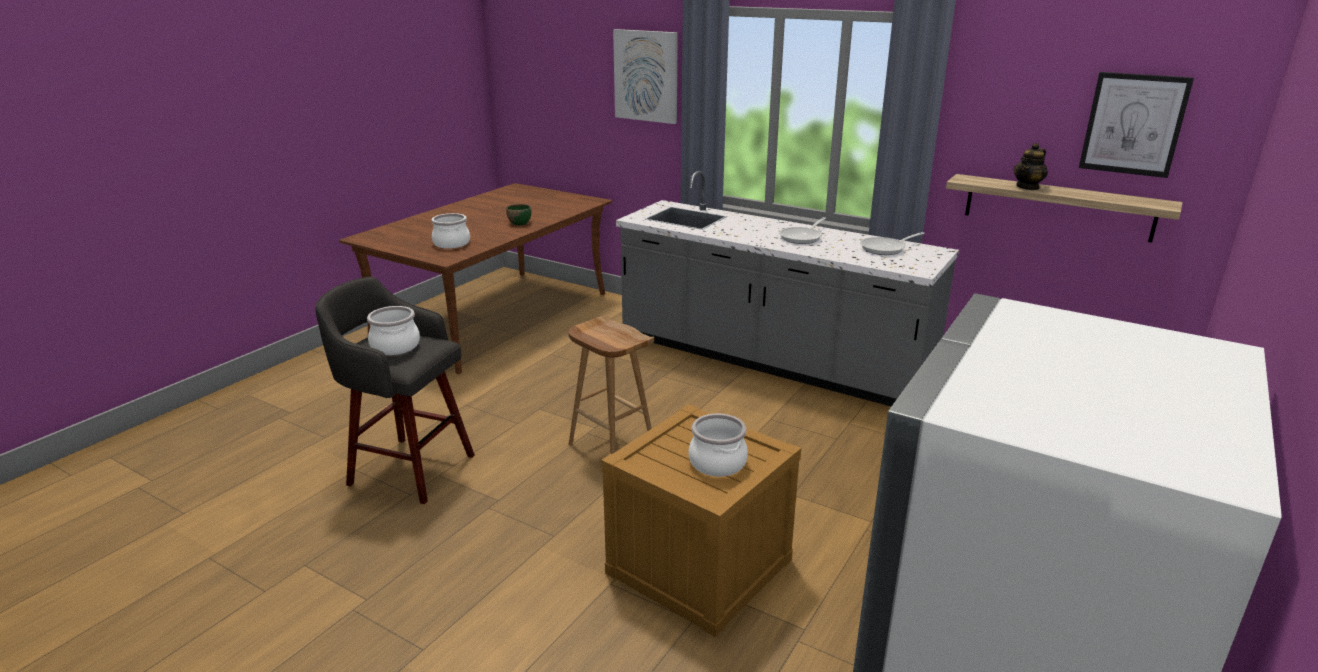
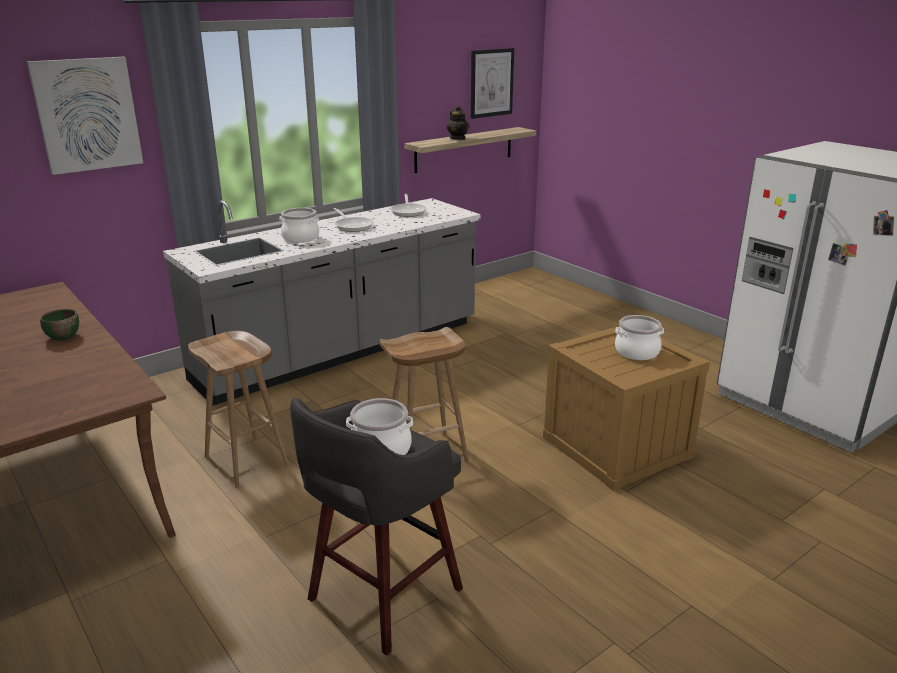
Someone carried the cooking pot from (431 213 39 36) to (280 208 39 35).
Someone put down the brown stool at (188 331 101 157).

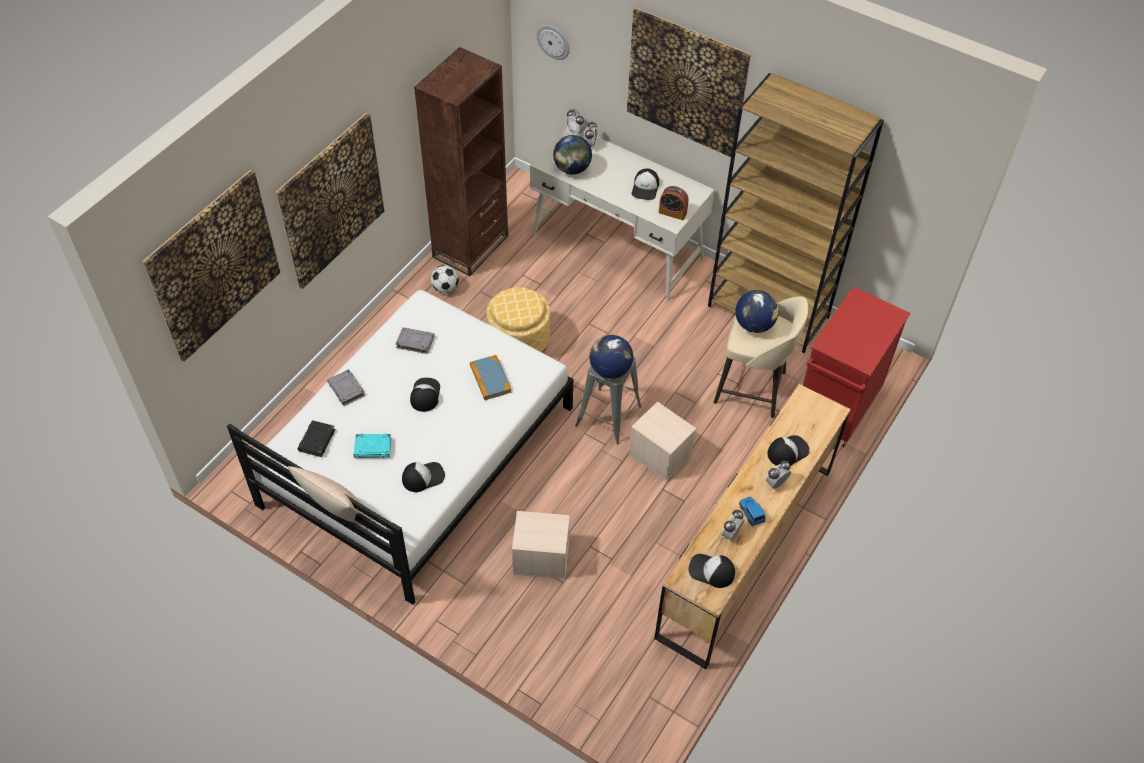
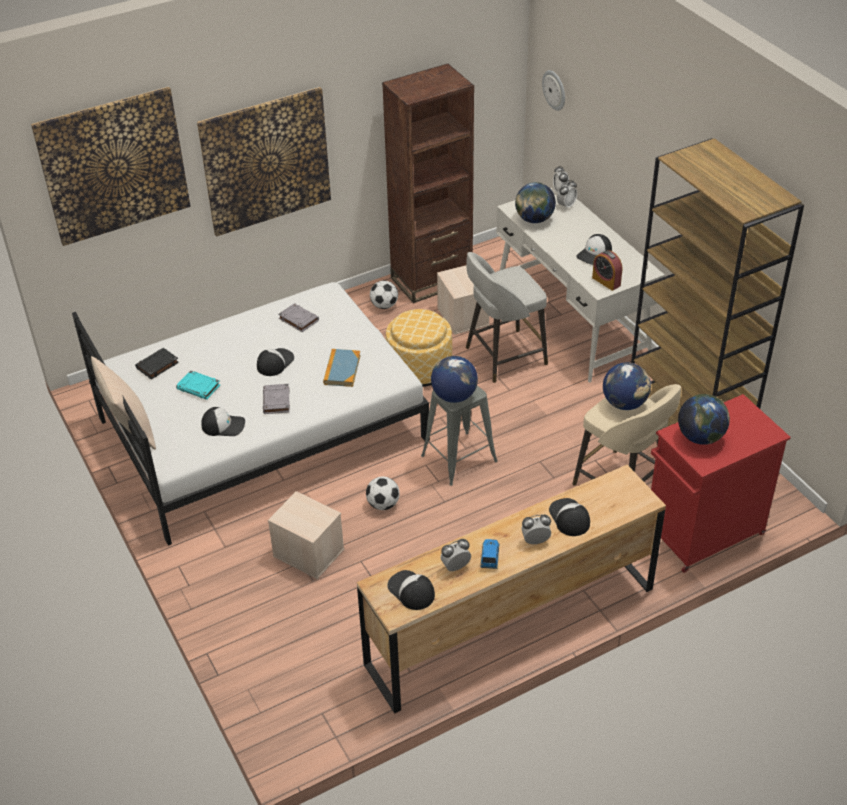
Someone carried the grey book from (327 369 38 37) to (263 384 27 30).
Someone took away the picture at (627 8 124 149).
Someone carried the beige storage box from (629 402 68 79) to (437 265 53 70).
Someone rotated the cap at (767 435 43 31) by 105 degrees counterclockwise.
Someone put down the football at (366 476 34 34).
Someone put down the grey stool at (466 252 82 131).
Someone put down the globe at (678 394 52 51).

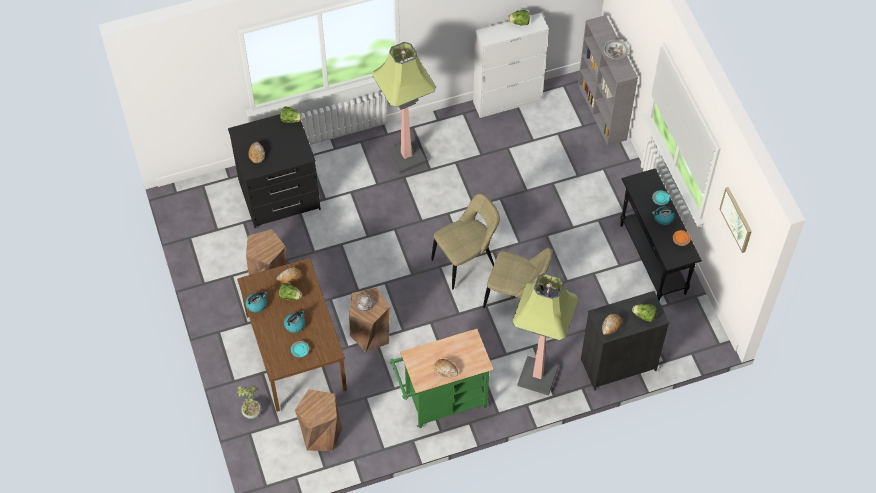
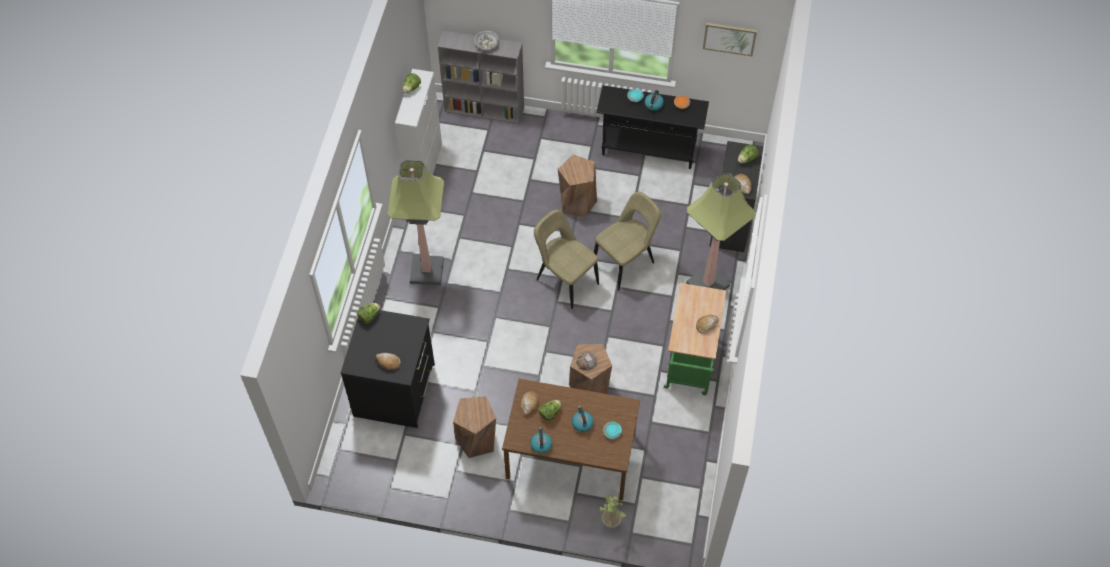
Someone carried the brown stool from (295 389 47 62) to (558 154 39 64).
Someone rotated the beige chair at (431 193 69 96) by 45 degrees counterclockwise.

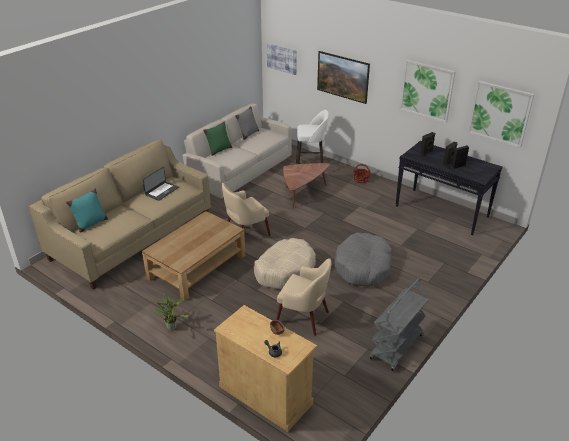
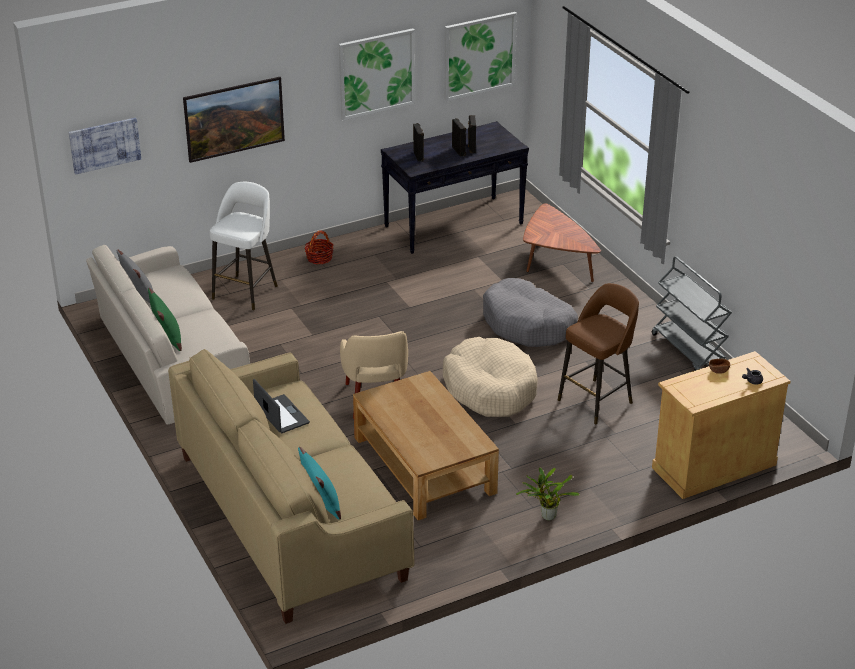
Someone swapped the beige armchair at (276 258 55 78) for the brown stool at (558 283 81 142).
Someone carried the brown coffee table from (283 163 47 46) to (523 203 78 79).

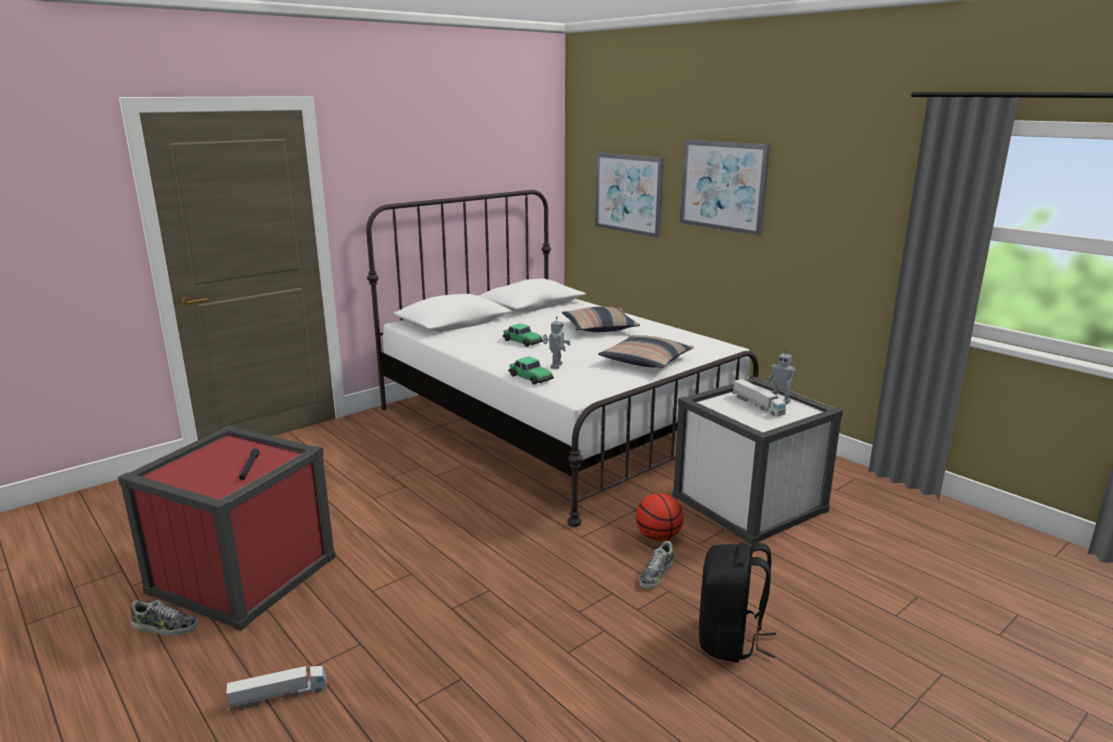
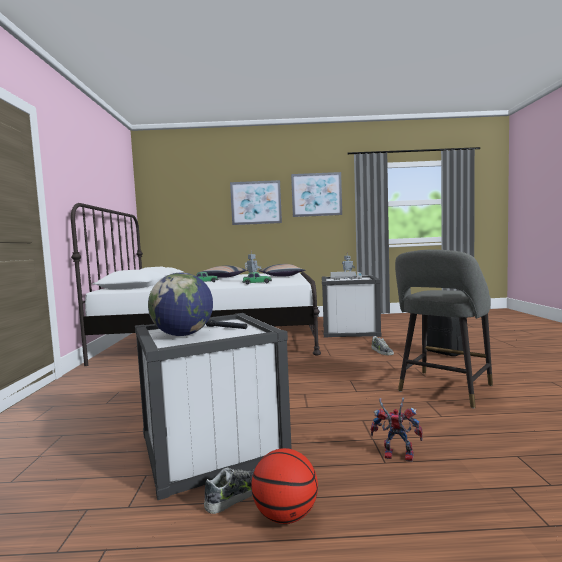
Someone repainted the red storage box at (118 425 218 206), which became the white storage box at (135 313 157 187).
Someone swapped the toy truck at (226 666 101 44) for the toy robot at (371 398 52 64).
Someone carried the picture from (595 152 69 86) to (291 172 51 45).
Someone carried the basketball from (636 493 47 48) to (251 448 67 76).
Someone put down the globe at (148 272 65 64).
Someone put down the grey stool at (395 249 98 159).

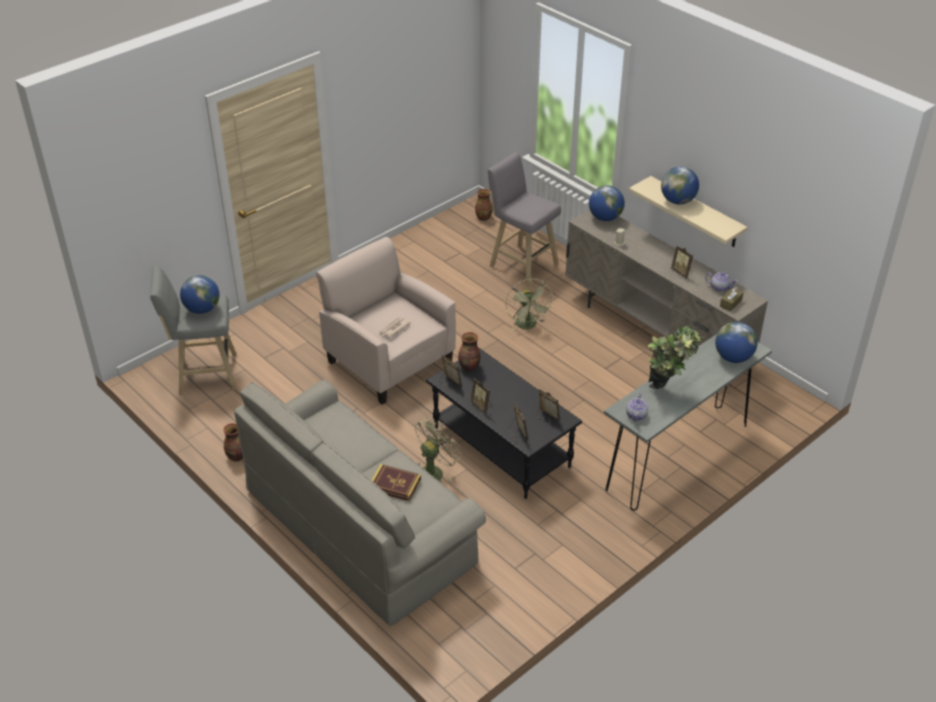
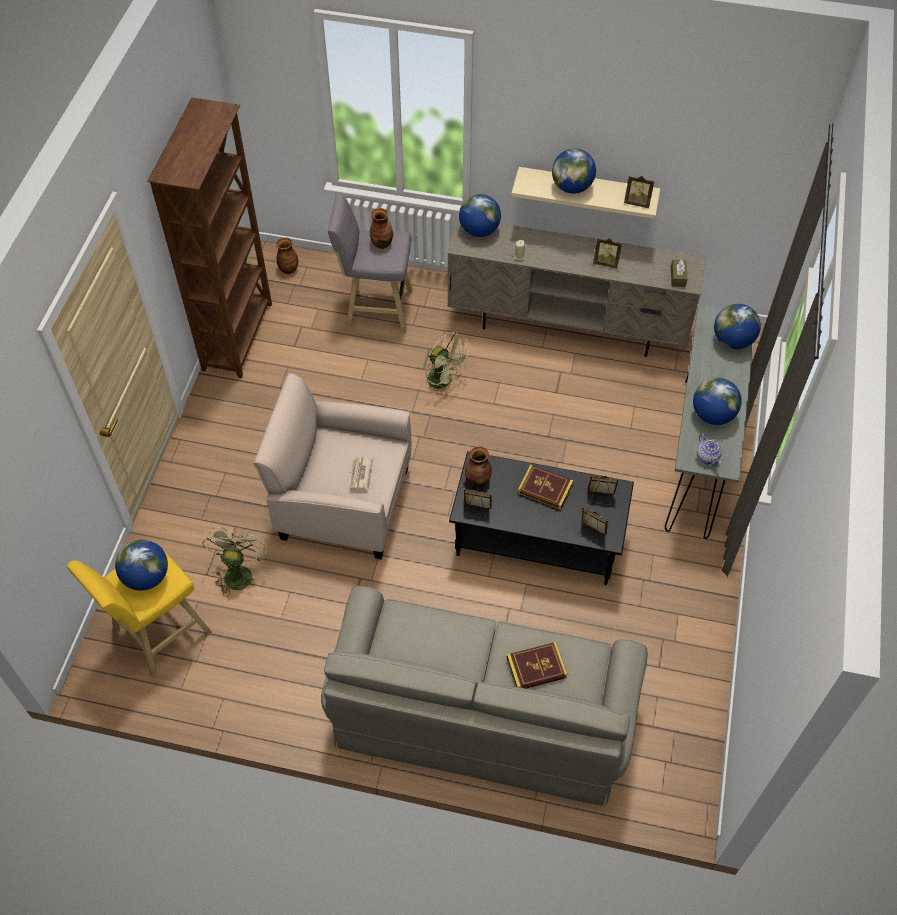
Someone repainted the grey stool at (150 266 87 129), which became the yellow stool at (67 541 145 137).
Someone carried the vase from (223 423 20 38) to (370 208 23 41).
Someone carried the green fan from (415 417 47 65) to (202 527 65 70).
Someone carried the picture frame from (470 378 22 36) to (624 176 30 32).
Someone swapped the potted plant at (648 325 57 64) for the globe at (693 378 49 47).
Someone took away the teapot at (705 272 32 20).
Someone put down the brown bookcase at (147 97 125 281).
Someone put down the book at (518 464 56 46).

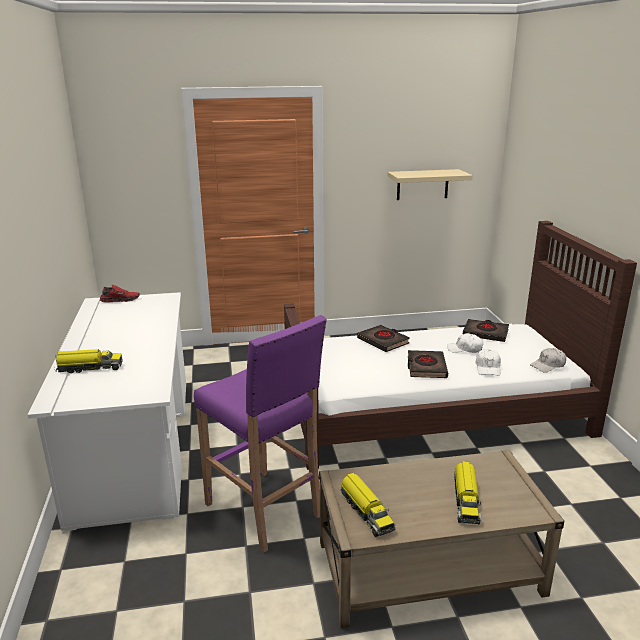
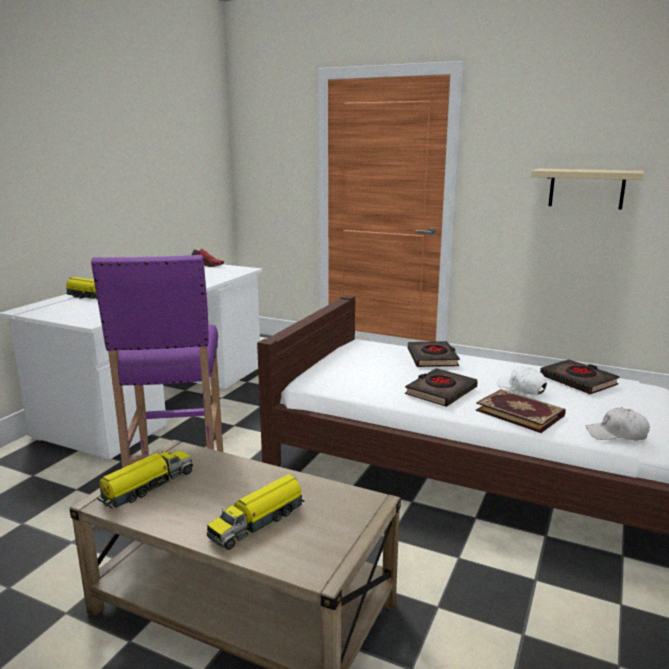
Someone rotated the toy truck at (340 473 56 64) by 150 degrees counterclockwise.
Someone swapped the white cap at (475 349 26 27) for the book at (476 389 90 44).

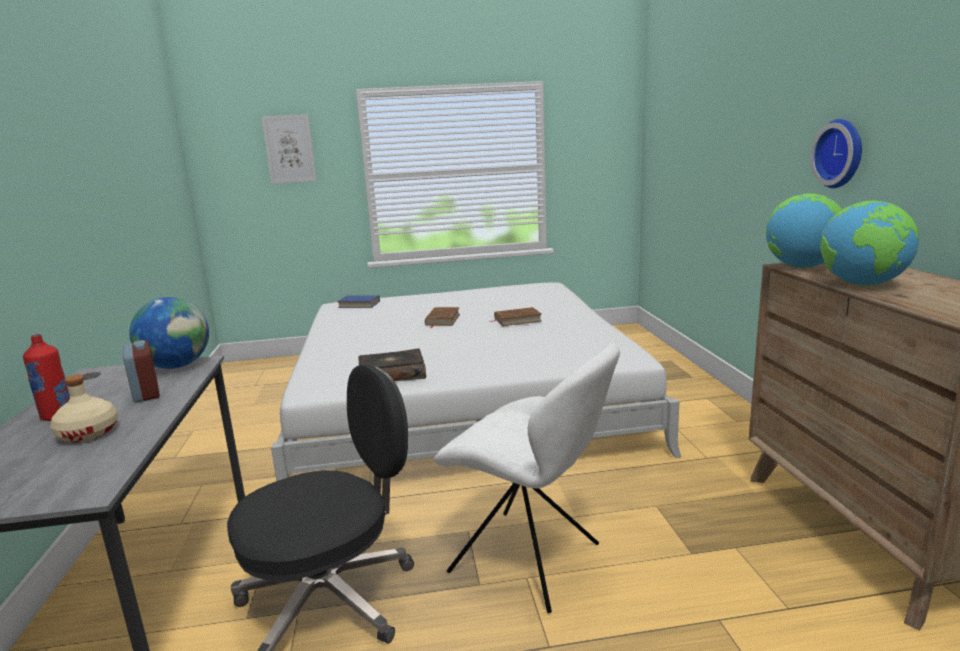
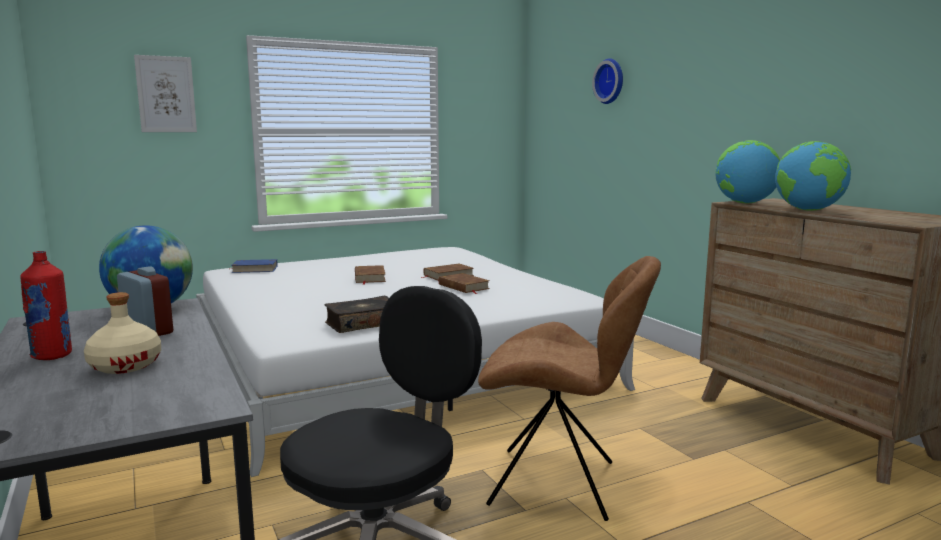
Someone repainted the white chair at (434 344 186 269), which became the brown chair at (478 256 183 265).
Someone carried the wall clock from (810 119 52 69) to (592 58 31 46).
Someone put down the brown book at (439 273 51 21).

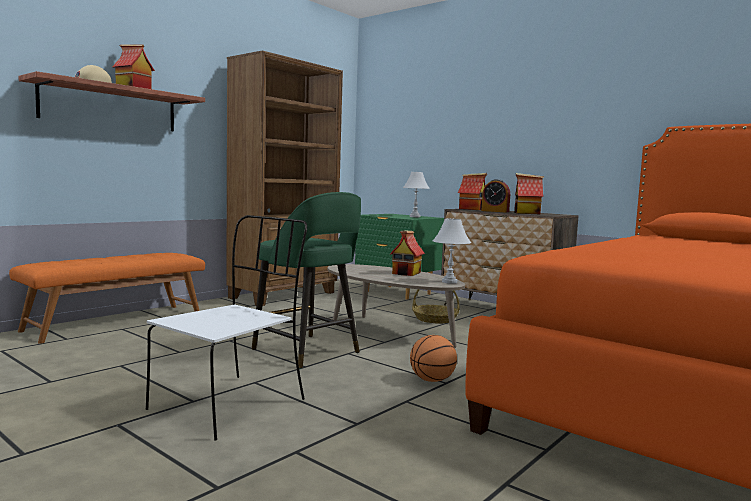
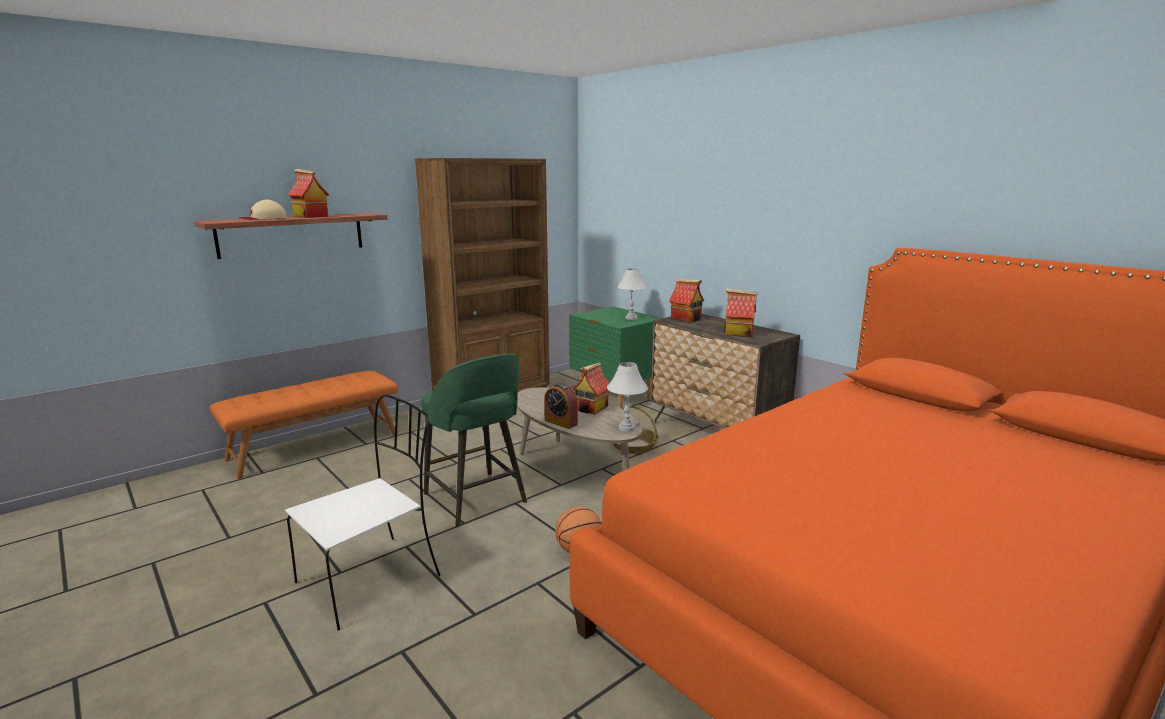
Someone carried the alarm clock from (482 179 28 33) to (544 383 34 46).

